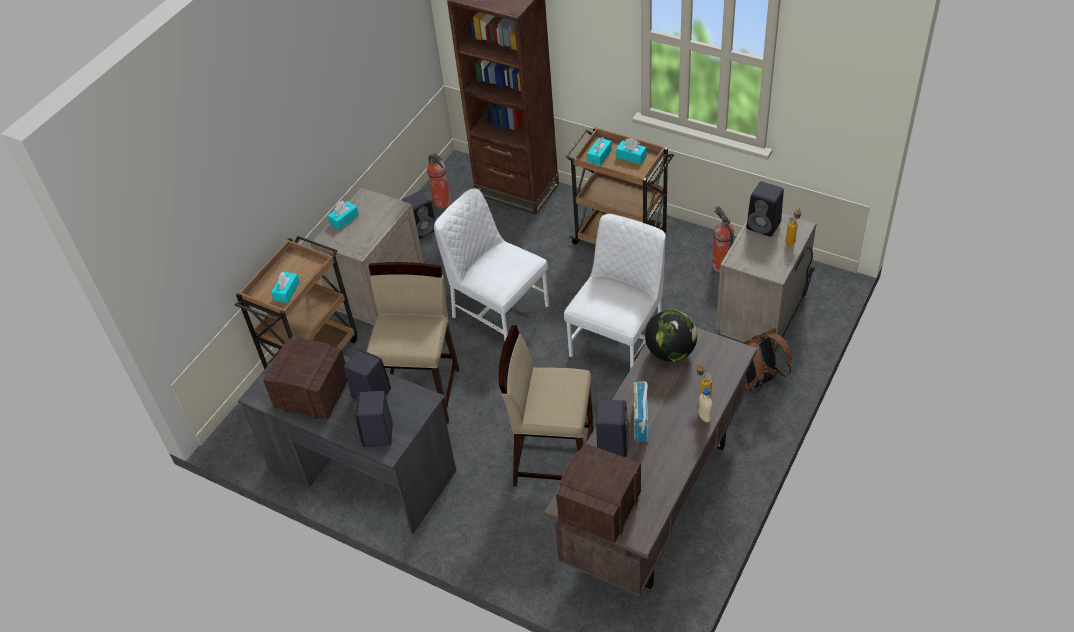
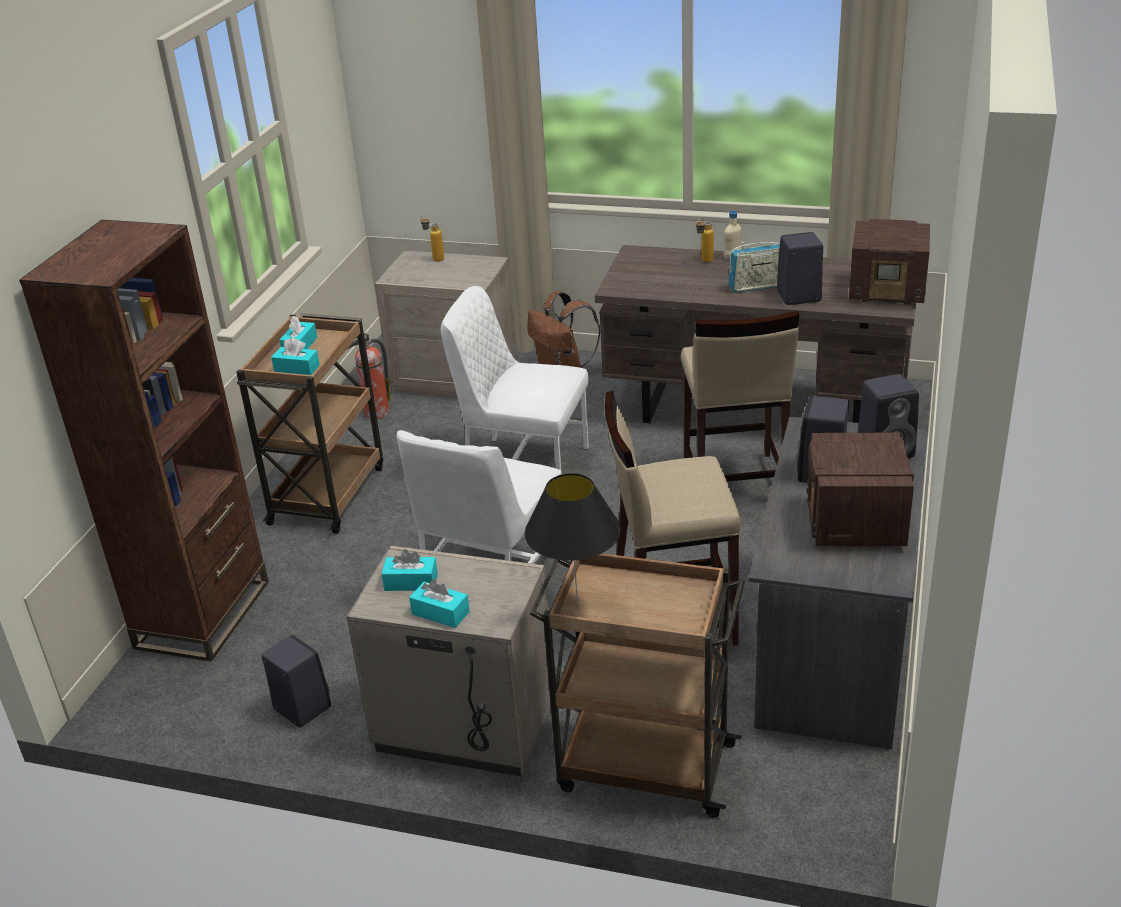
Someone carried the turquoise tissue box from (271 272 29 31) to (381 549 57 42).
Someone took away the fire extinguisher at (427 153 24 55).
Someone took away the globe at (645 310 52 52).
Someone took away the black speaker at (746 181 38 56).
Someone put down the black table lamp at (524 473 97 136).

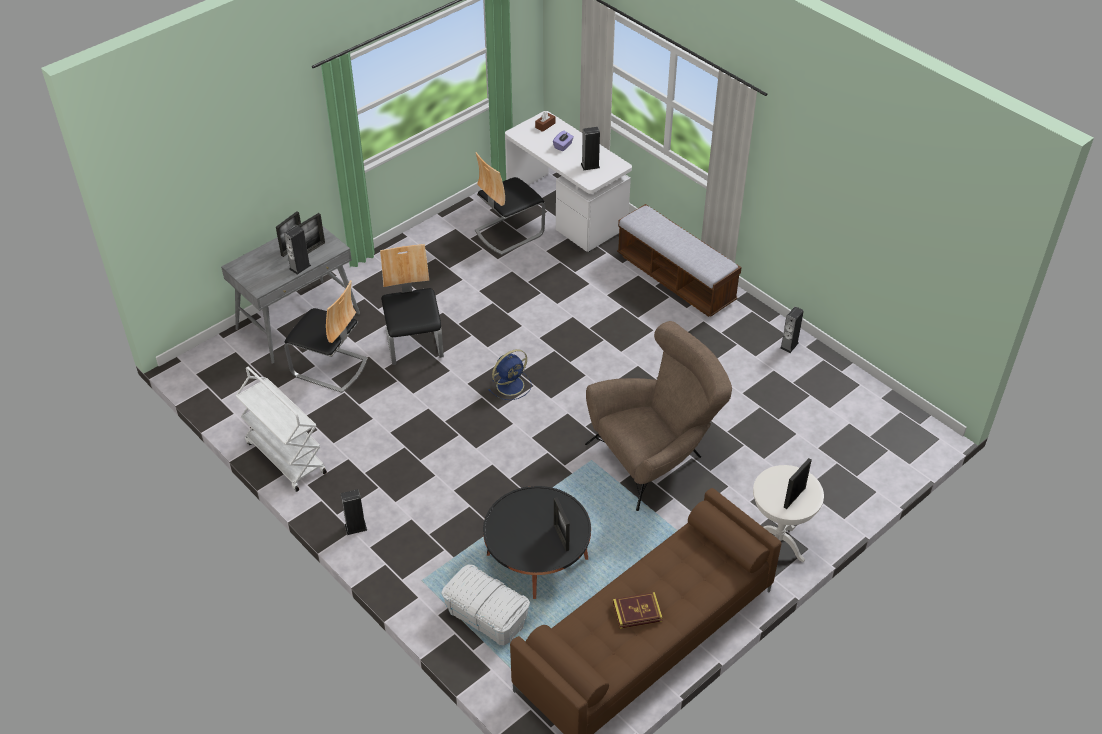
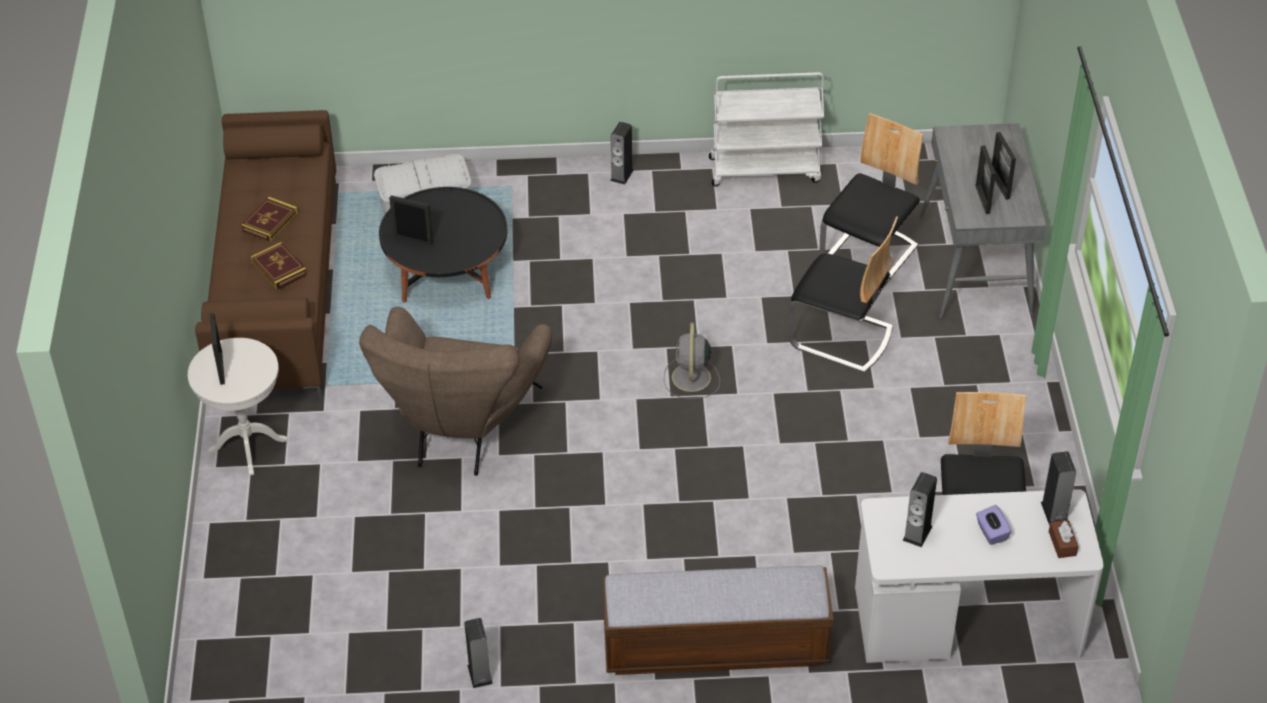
Someone carried the speaker from (284 225 27 50) to (1041 451 36 74).
Someone rotated the chair at (284 280 84 113) by 150 degrees clockwise.
Someone repainted the blue fan at (489 349 43 51), which became the grey fan at (664 323 56 76).
Someone put down the book at (251 242 56 48).

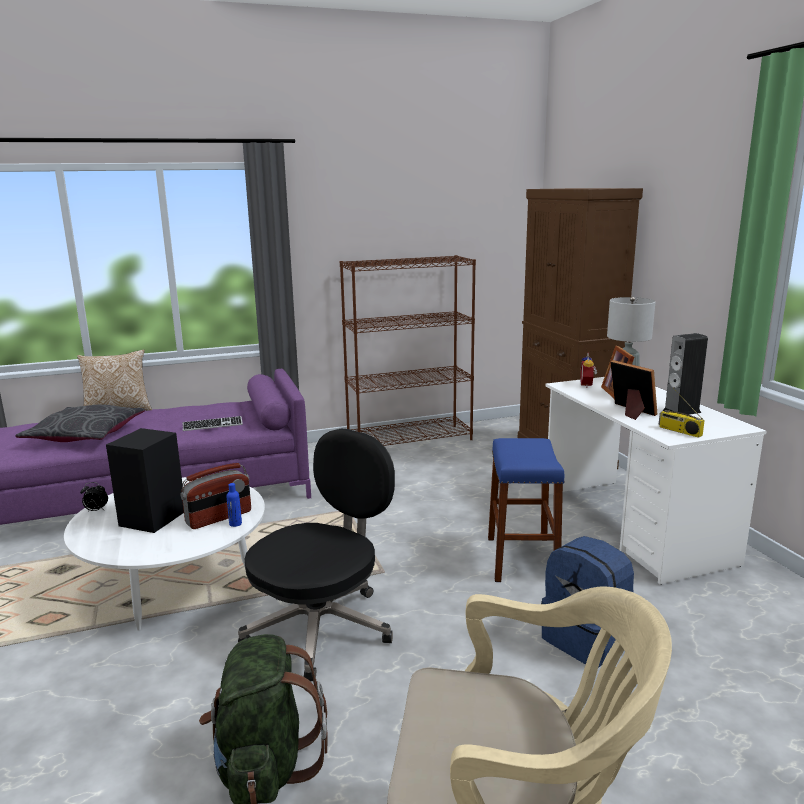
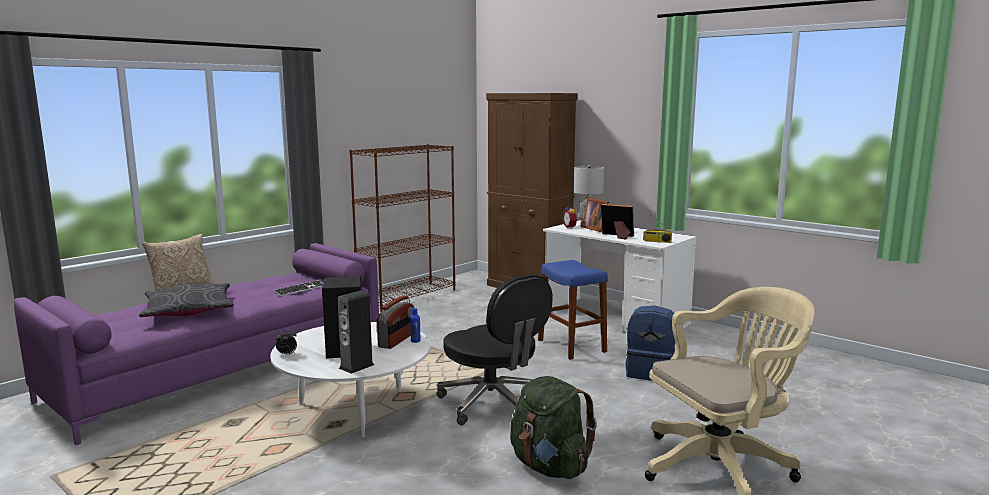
Someone rotated the black office chair at (238 429 157 252) by 135 degrees clockwise.
Someone carried the speaker from (662 333 46 82) to (337 291 38 83).

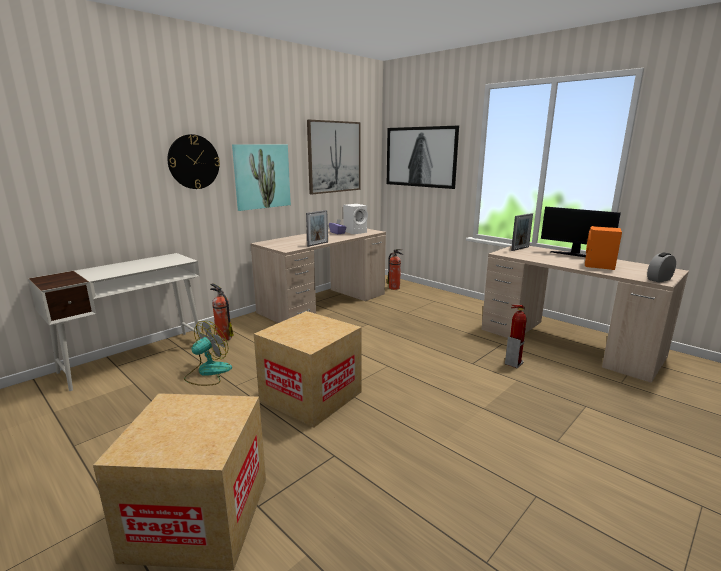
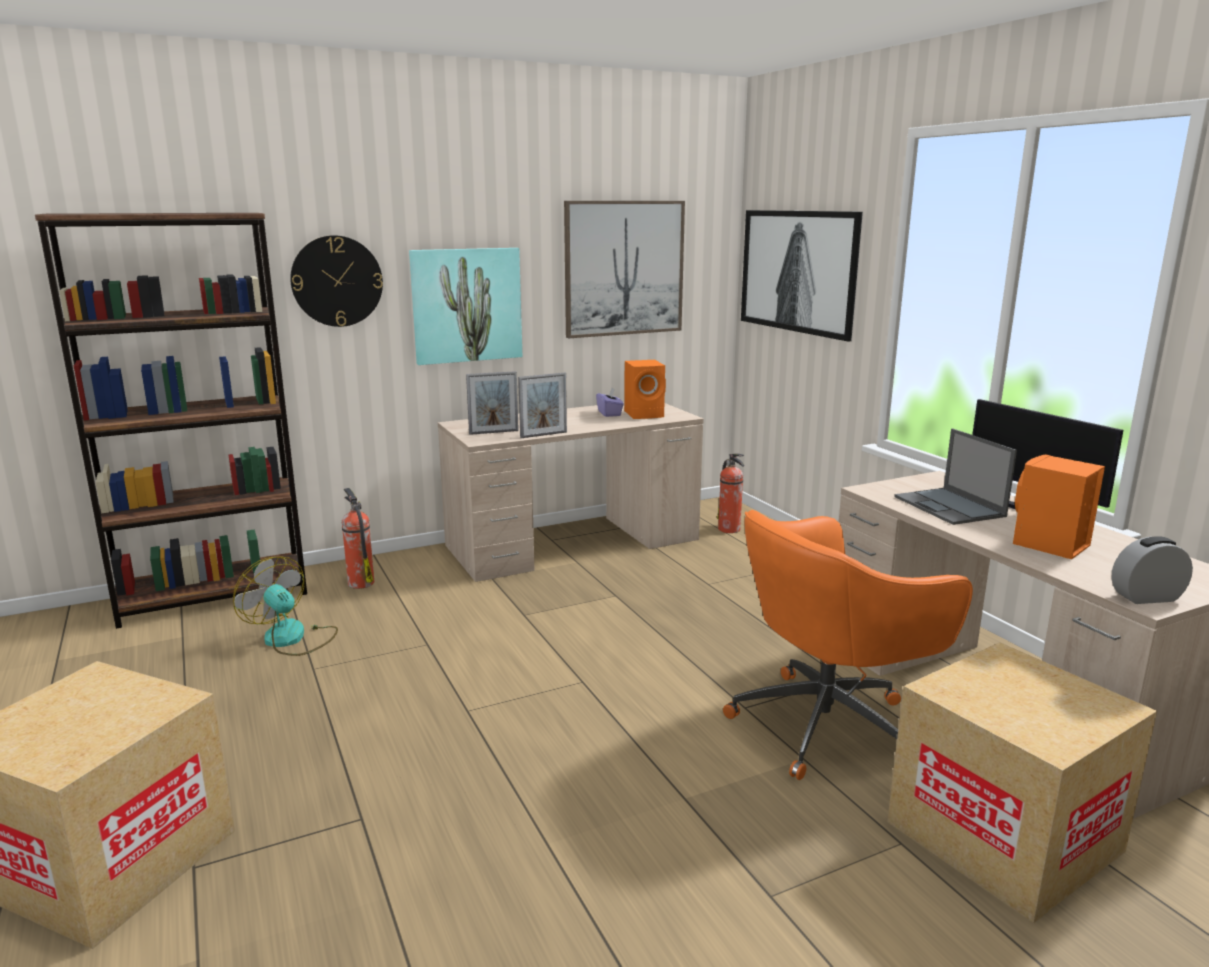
Someone swapped the white desk at (28 253 173 138) for the brown bookcase at (35 213 272 416).
Someone rotated the fan at (184 321 48 65) by 105 degrees counterclockwise.
Someone carried the cardboard box from (254 311 108 117) to (887 642 270 281).
Someone repainted the white speaker at (343 204 25 30), which became the orange speaker at (624 360 42 59).
Someone swapped the fire extinguisher at (505 305 22 63) for the orange office chair at (723 510 250 270).
Someone carried the picture frame from (511 213 22 38) to (466 371 53 64).
Someone put down the laptop at (894 428 123 97).

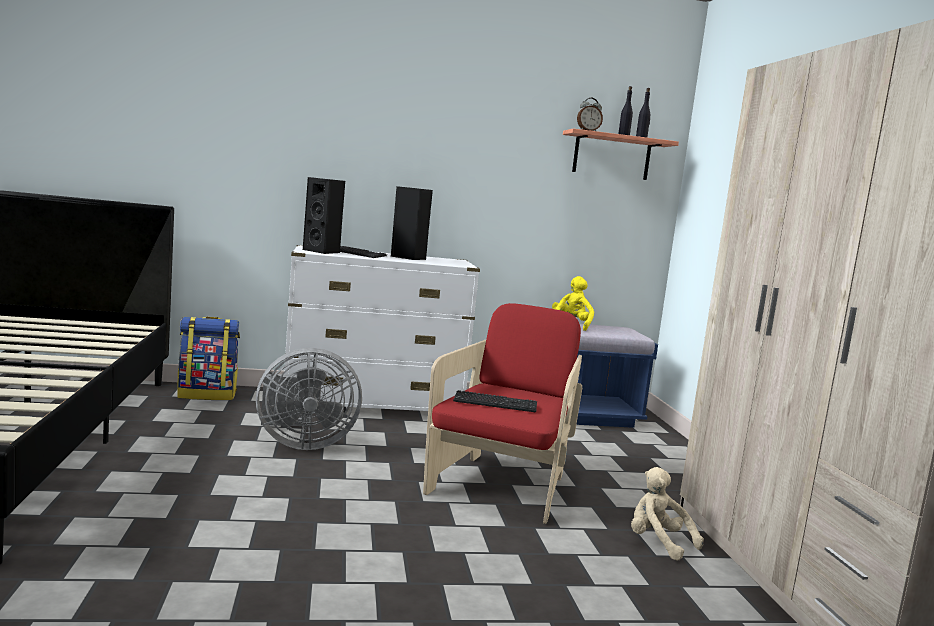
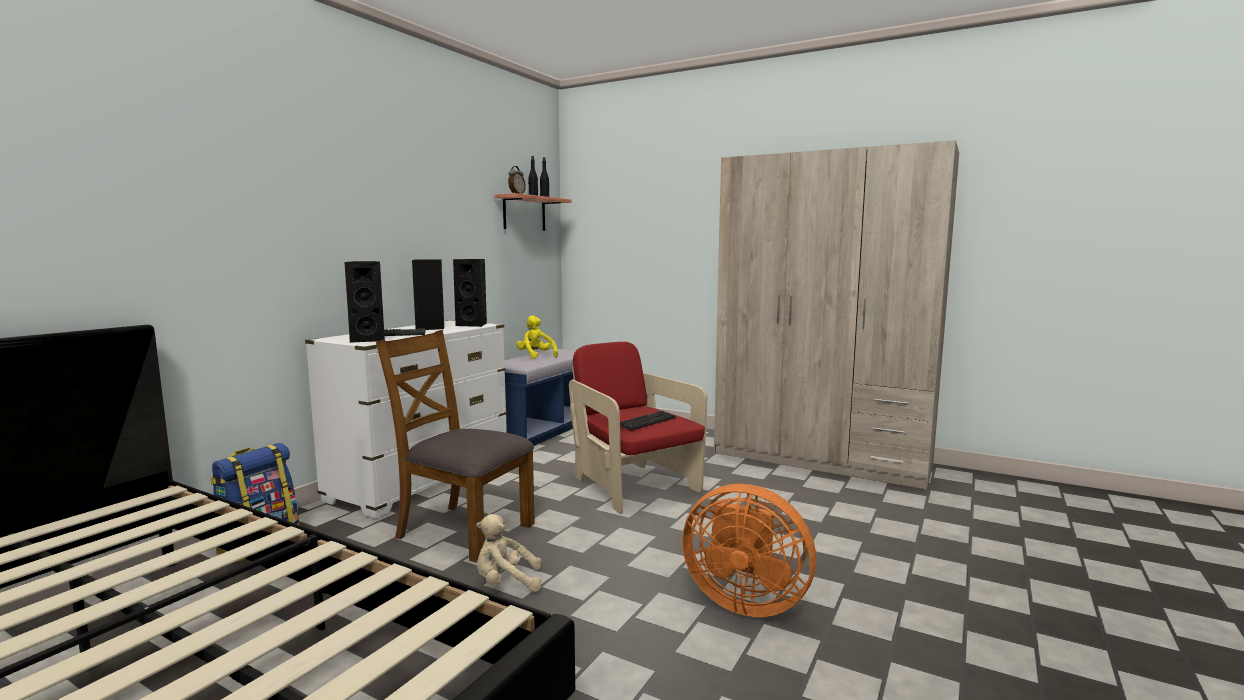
Someone swapped the grey fan at (256 348 106 102) for the brown chair at (376 330 159 233).
Someone carried the beige plush toy from (631 467 73 94) to (476 514 66 78).
Someone put down the black speaker at (453 259 34 68).
Someone put down the orange fan at (682 484 134 133).

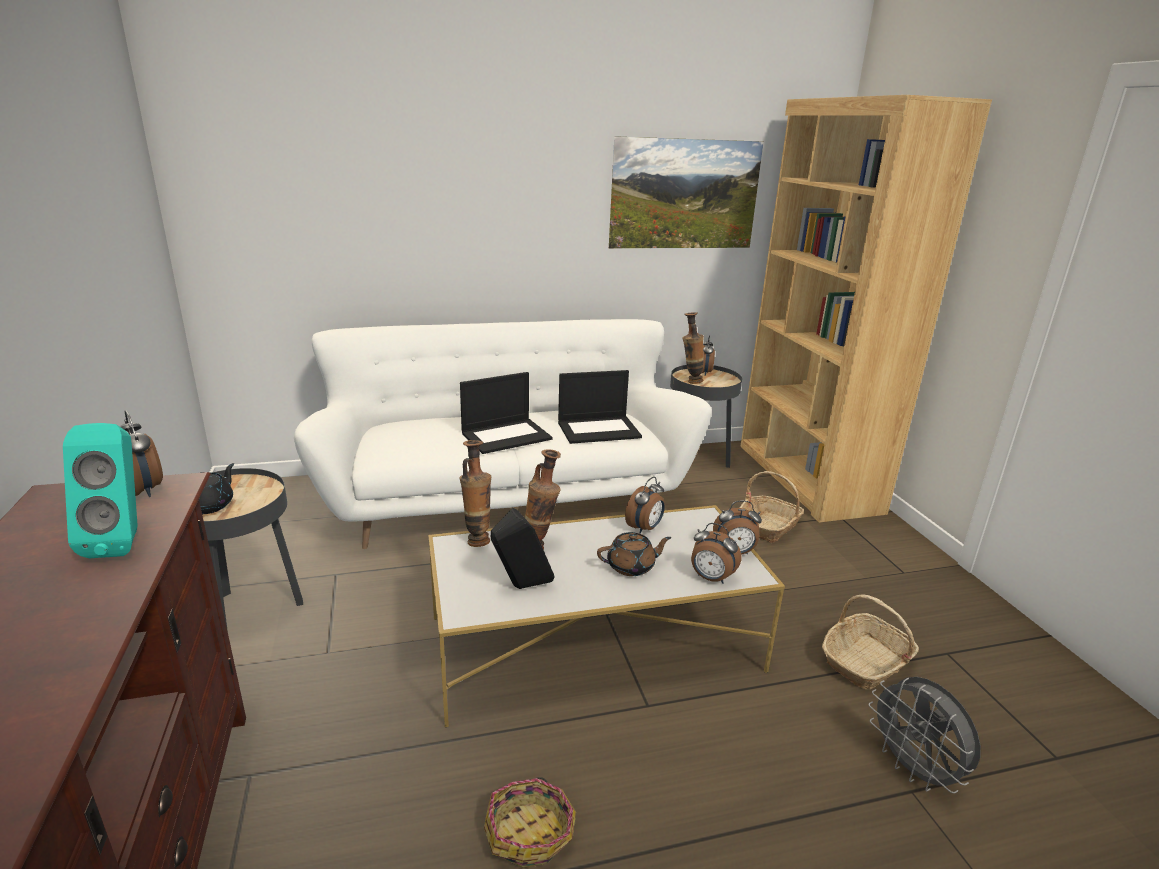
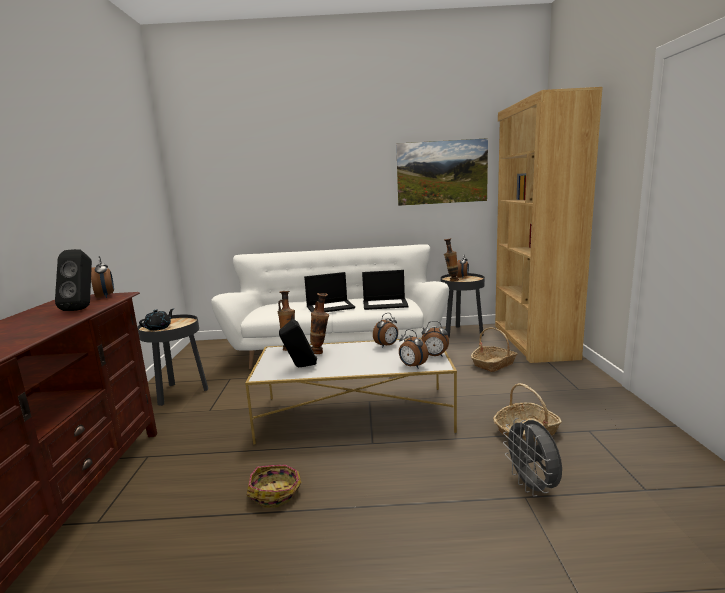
Someone repainted the turquoise speaker at (63 423 75 135), which became the black speaker at (55 249 37 62).
Someone took away the brown teapot at (597 532 75 44).

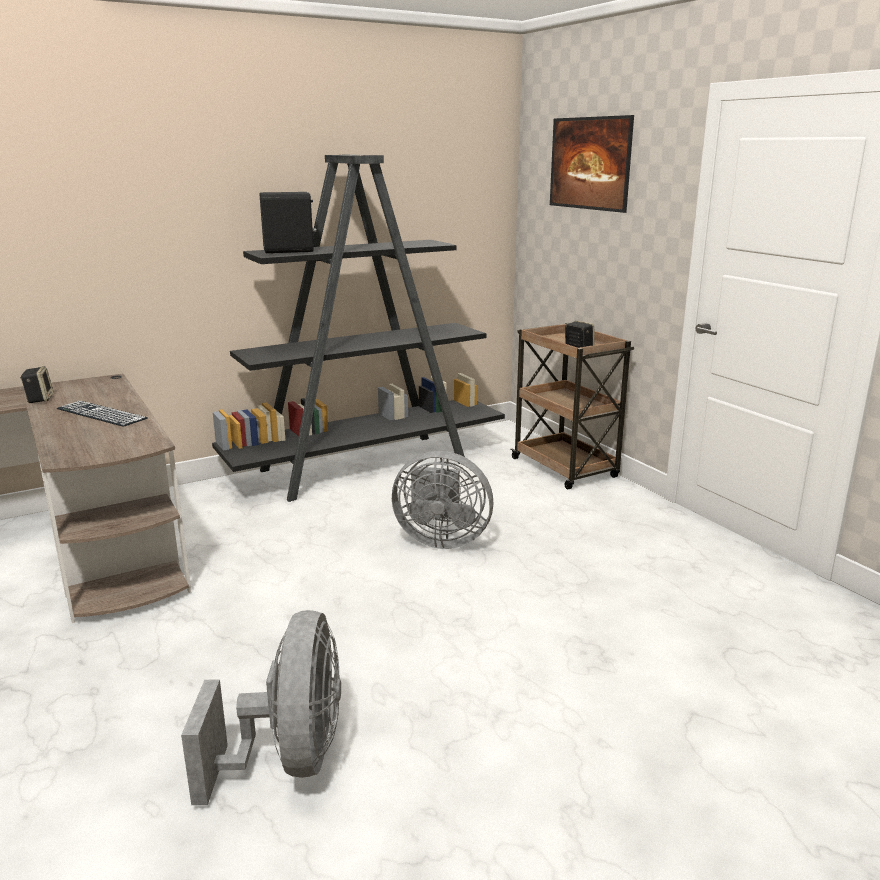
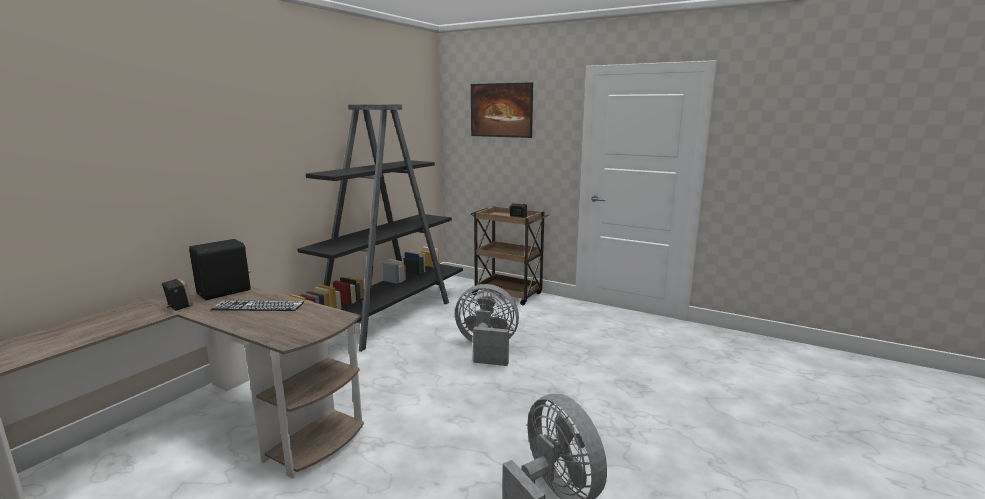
Someone carried the black speaker from (260 192 57 61) to (189 239 62 61).
Someone rotated the grey fan at (392 451 101 98) by 150 degrees counterclockwise.

